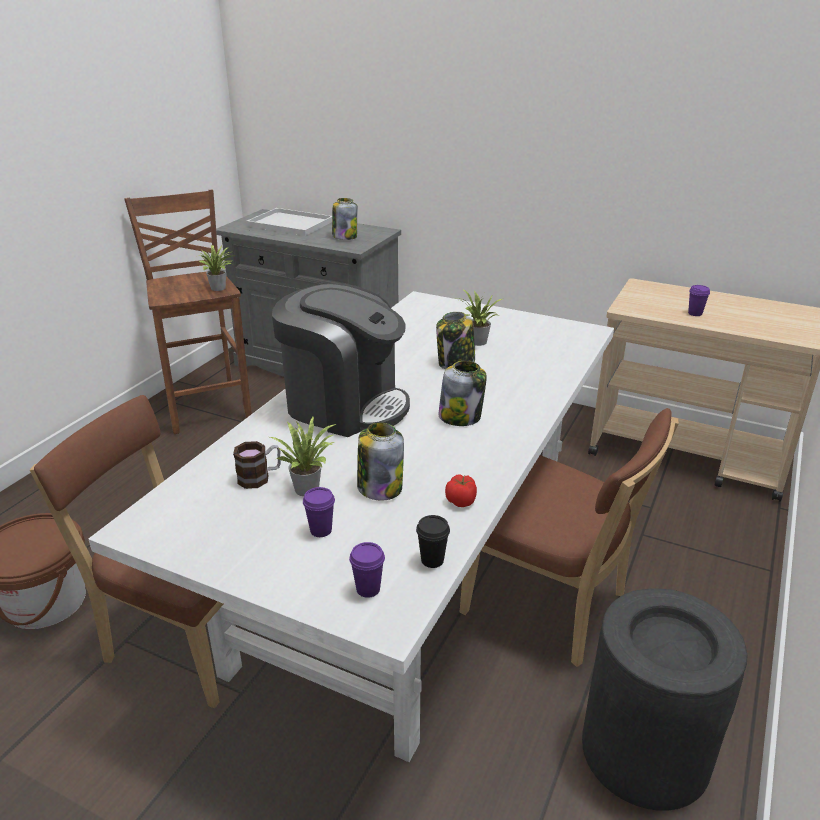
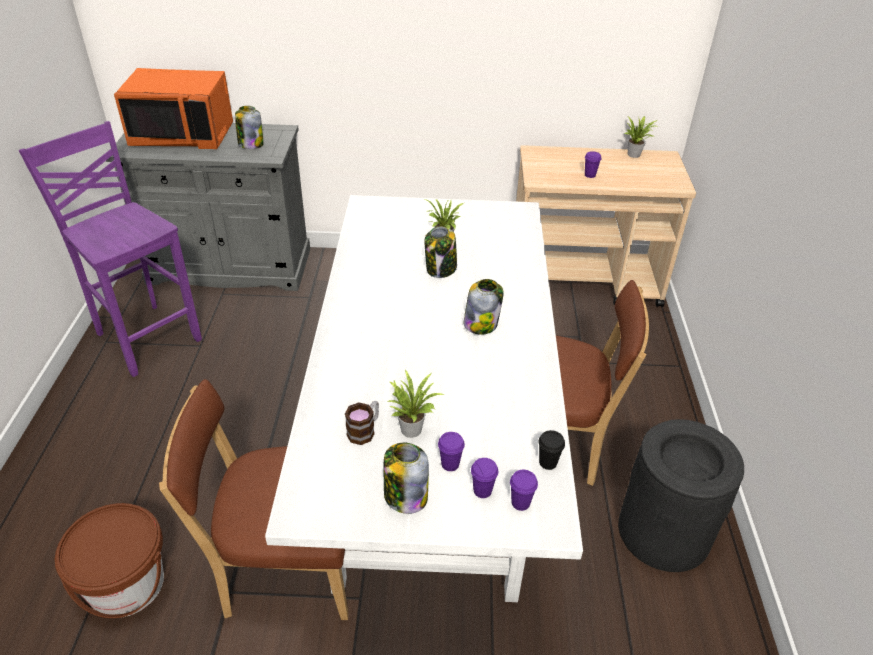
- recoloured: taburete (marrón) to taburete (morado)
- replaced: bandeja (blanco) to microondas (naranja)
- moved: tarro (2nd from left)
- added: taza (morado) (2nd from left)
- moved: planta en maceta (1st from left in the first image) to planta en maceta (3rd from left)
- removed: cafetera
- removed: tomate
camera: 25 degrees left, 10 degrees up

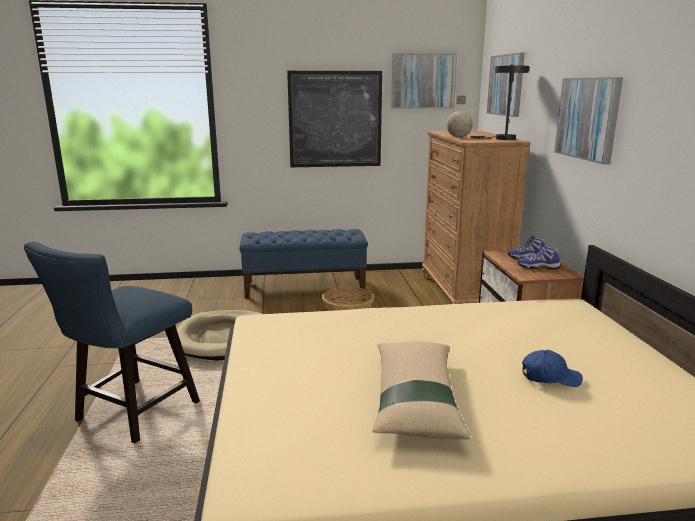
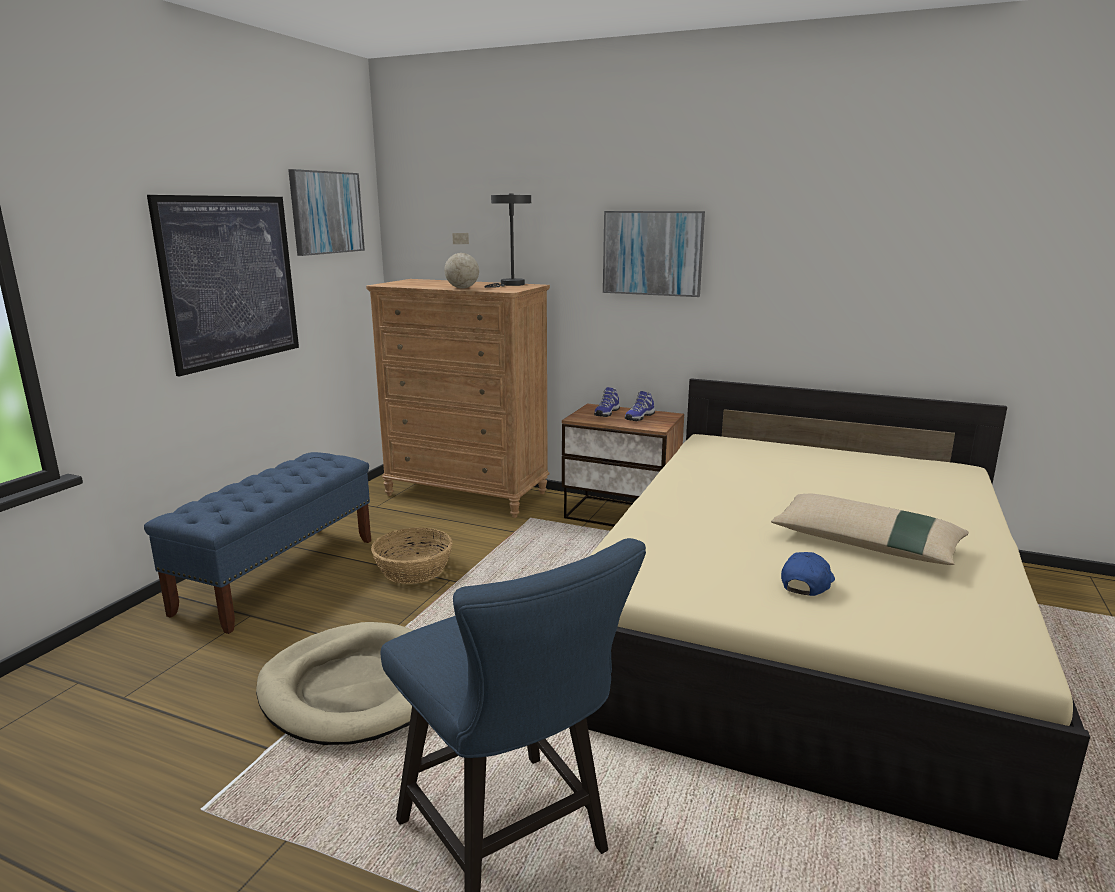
- moved: gorra (azul)
- removed: cuadro (3rd from left)
camera: 60 degrees left, 0 degrees up

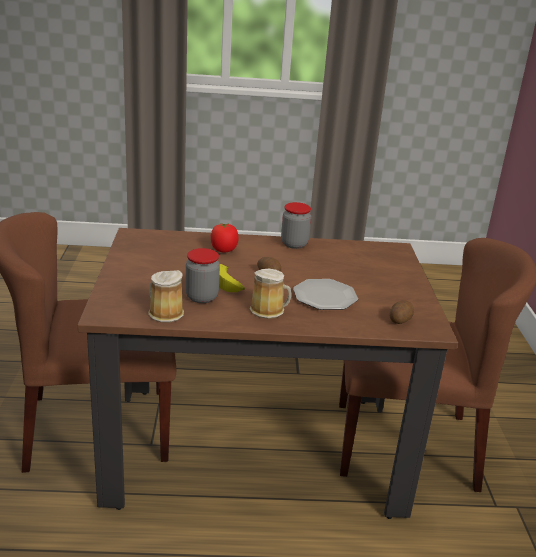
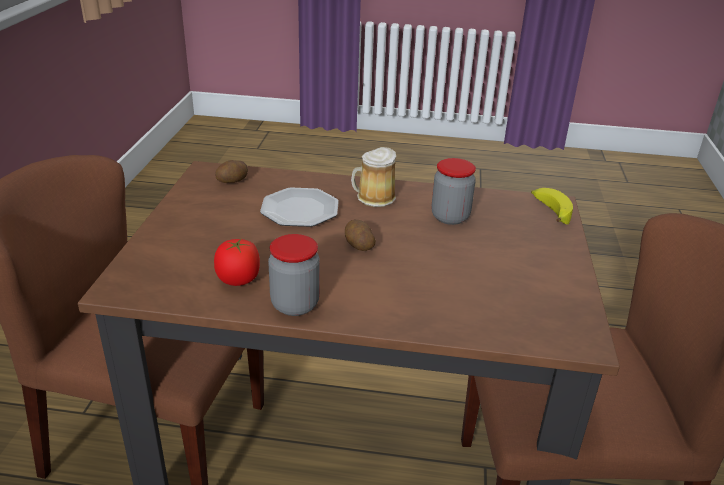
- moved: tomate
- moved: plátano
- removed: taza grande (1st from left)
camera: 170 degrees left, 5 degrees up

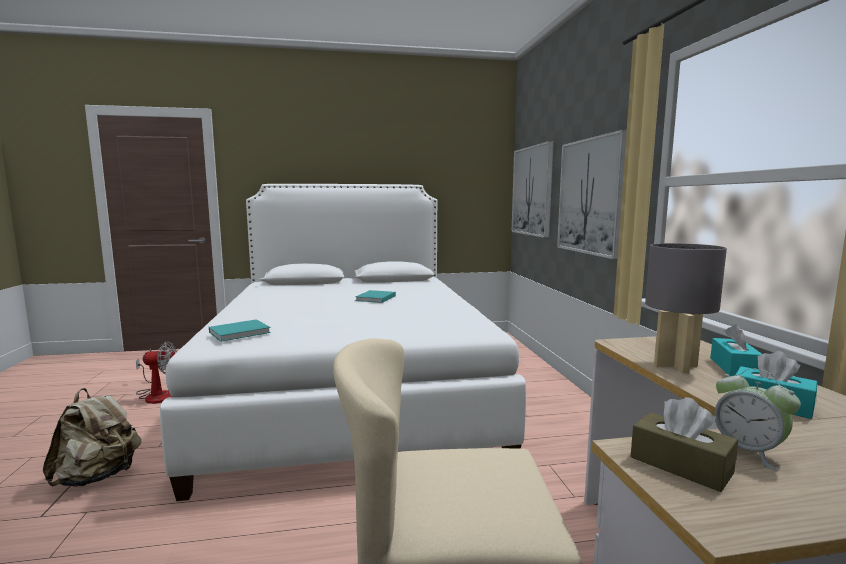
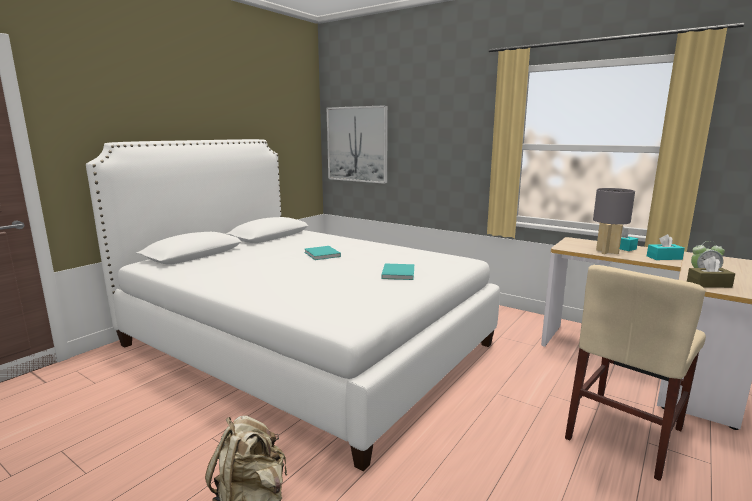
- moved: libro (turquesa) (1st from left in the first image) to libro (turquesa) (2nd from left)
- removed: ventilador
- removed: cuadro (2nd from left)
camera: 45 degrees left, 5 degrees up

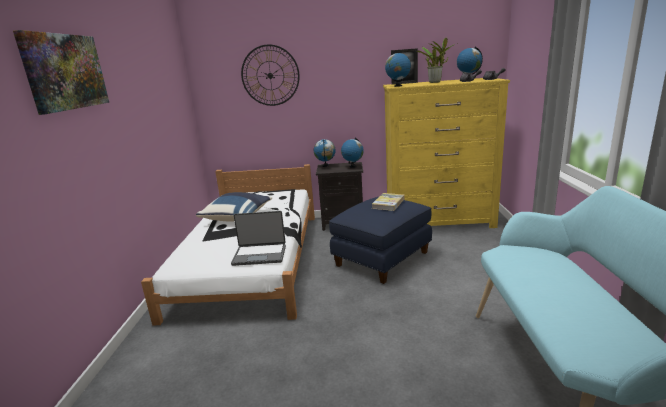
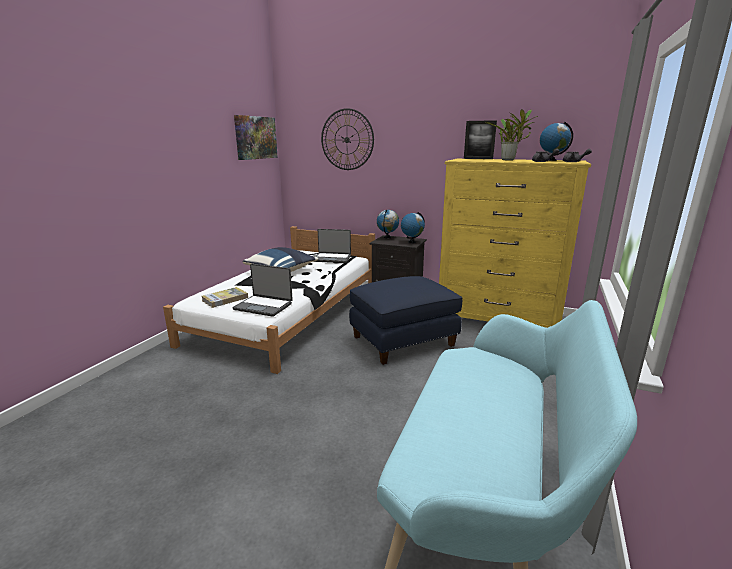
- moved: libro
- moved: cuadro
- added: portátil (2nd from left)
- removed: globo terráqueo (3rd from left)
camera: 20 degrees right, 0 degrees up

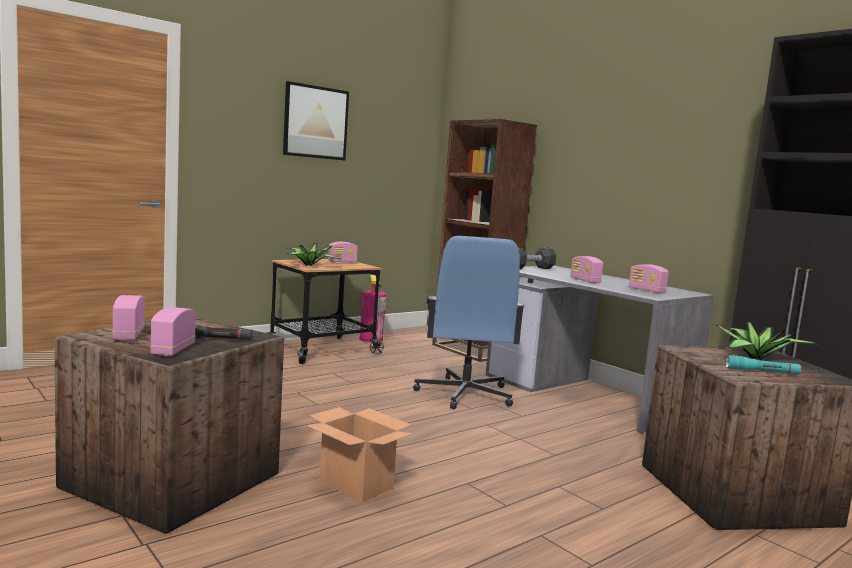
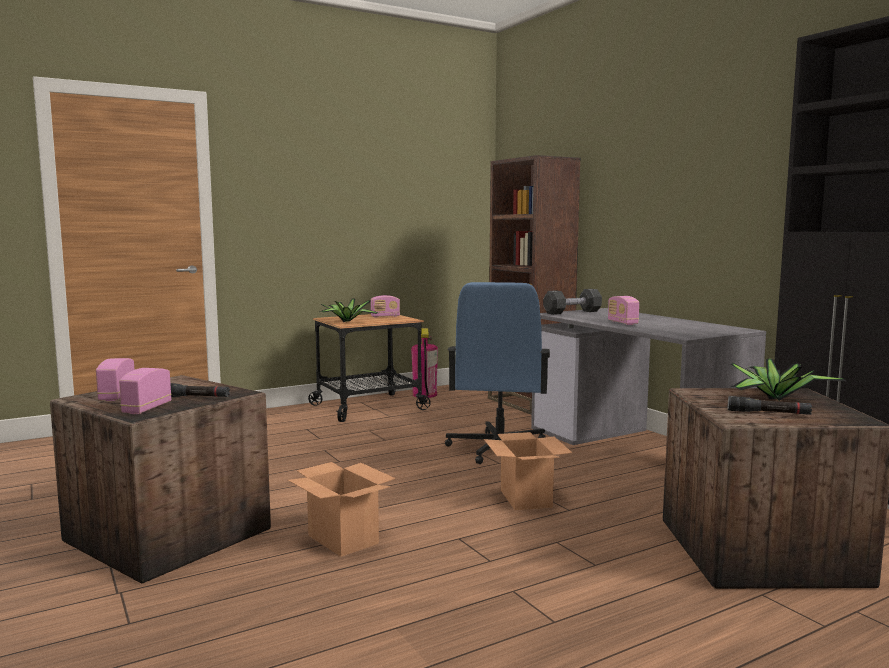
- added: caja de cartón (2nd from left)
- recoloured: linterna (turquesa) to linterna (negro) (2nd from left)
- removed: cuadro
- removed: radio (5th from left)
camera: 10 degrees right, 0 degrees up

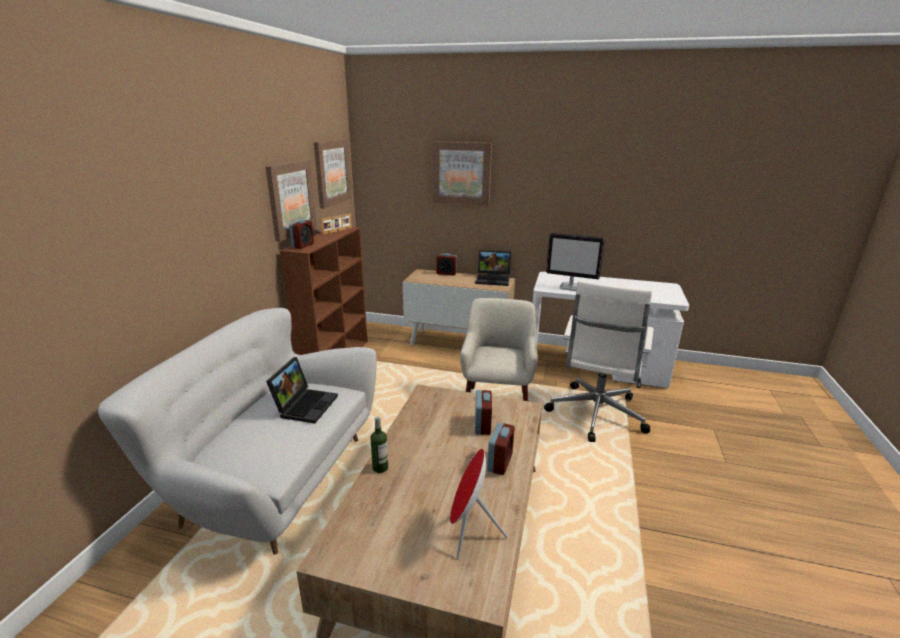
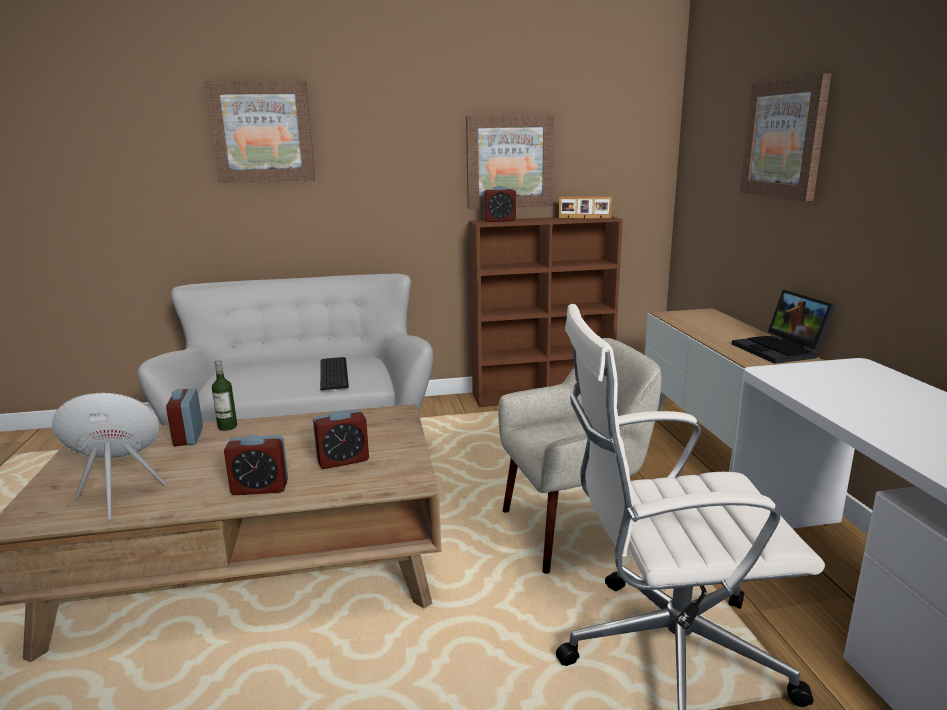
- moved: despertador (2nd from left in the first image) to despertador (1st from left)
- moved: cuadro (2nd from left in the first image) to cuadro (1st from left)
- replaced: portátil (1st from left) to teclado
- removed: monitor
camera: 65 degrees right, 5 degrees down

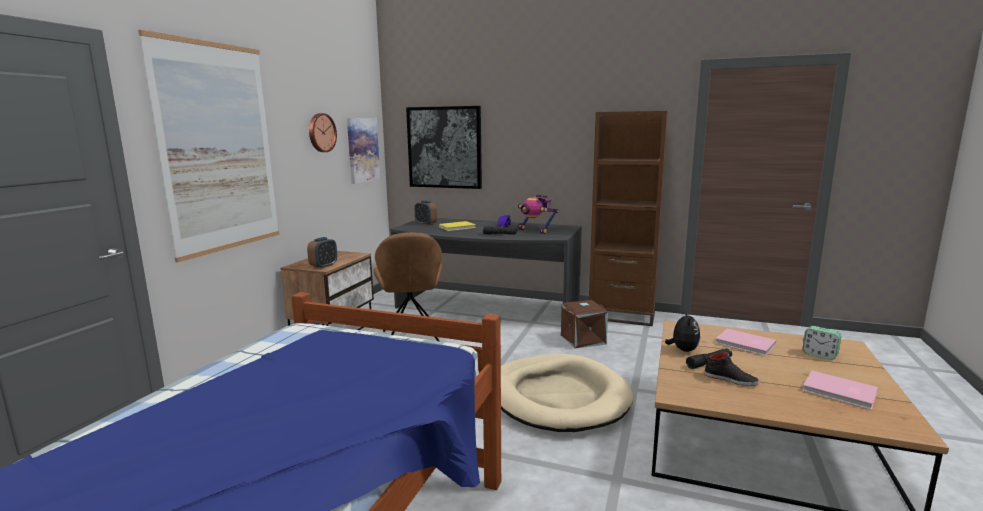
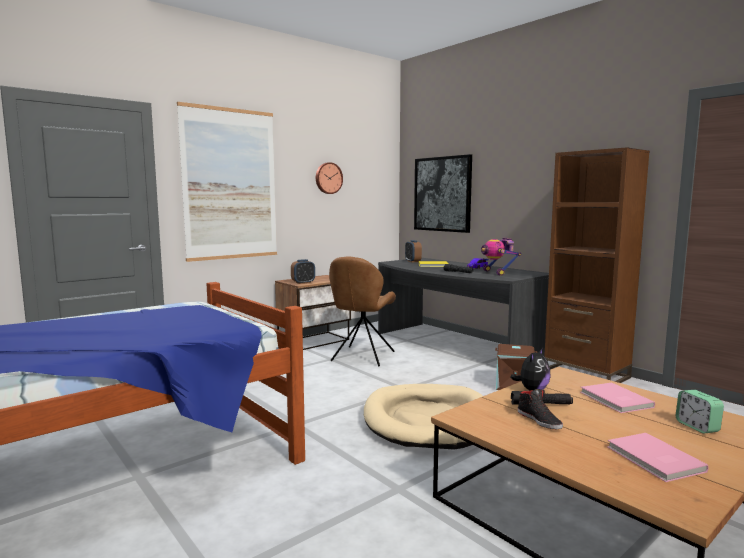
- removed: cuadro (2nd from left)
camera: 30 degrees right, 5 degrees down

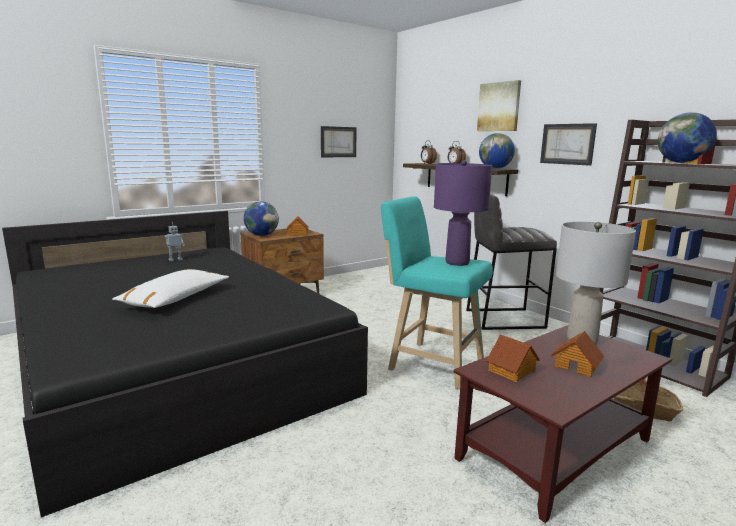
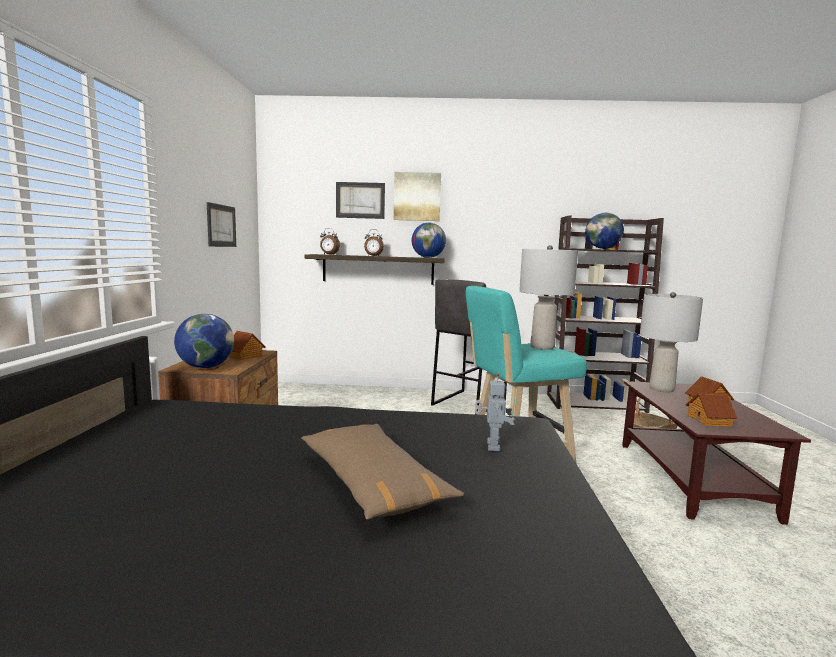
- recoloured: cojín (blanco) to cojín (marrón)
- moved: cuadro (3rd from left in the first image) to cuadro (2nd from left)
- moved: robot de juguete
- recoloured: lámpara de mesa (morado) to lámpara de mesa (gris) (1st from left)
camera: 50 degrees left, 5 degrees down

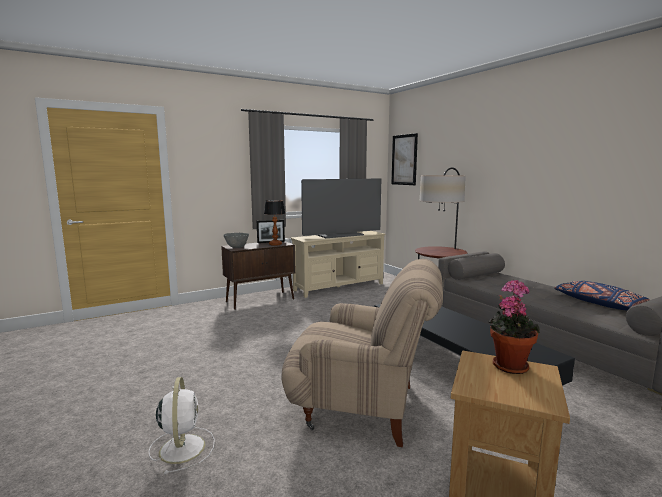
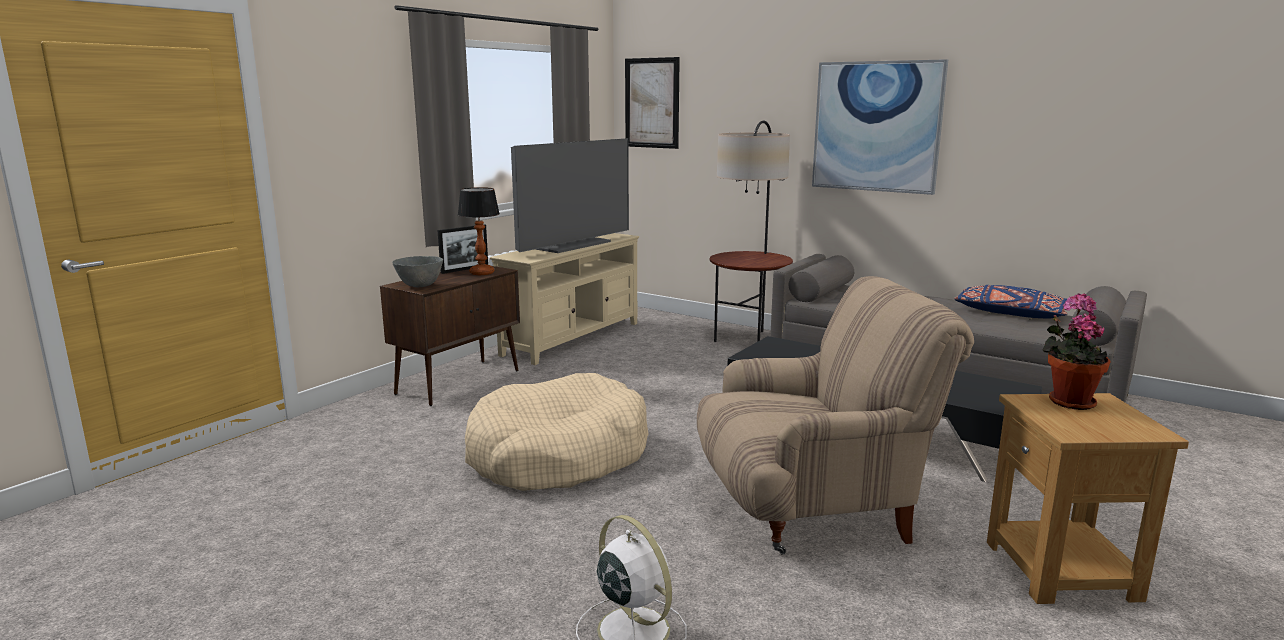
- added: cama para perro (beis)
- added: cuadro (2nd from left)
camera: 25 degrees left, 5 degrees up

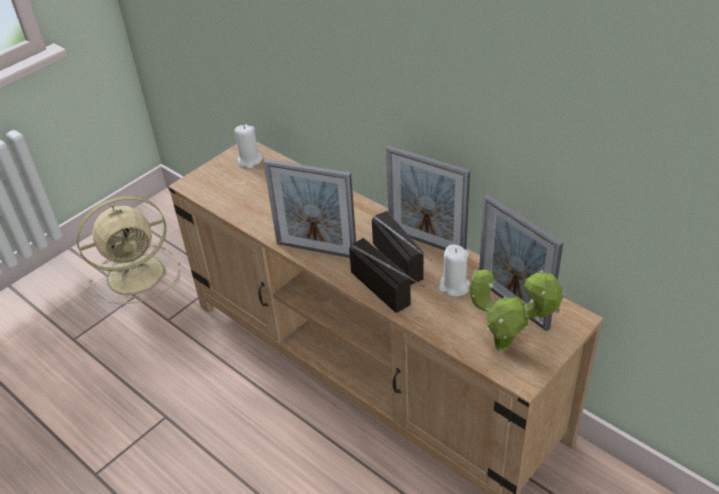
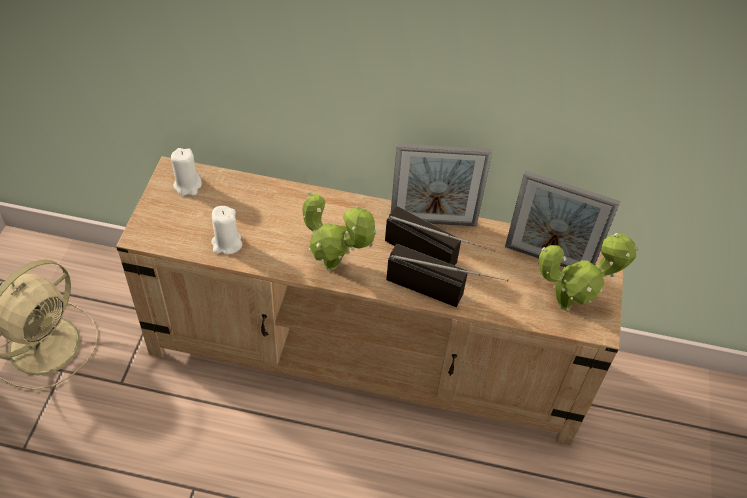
- moved: vela (blanco) (2nd from left)
- replaced: portarretratos (1st from left) to planta en maceta (1st from left)
camera: 35 degrees left, 10 degrees up

